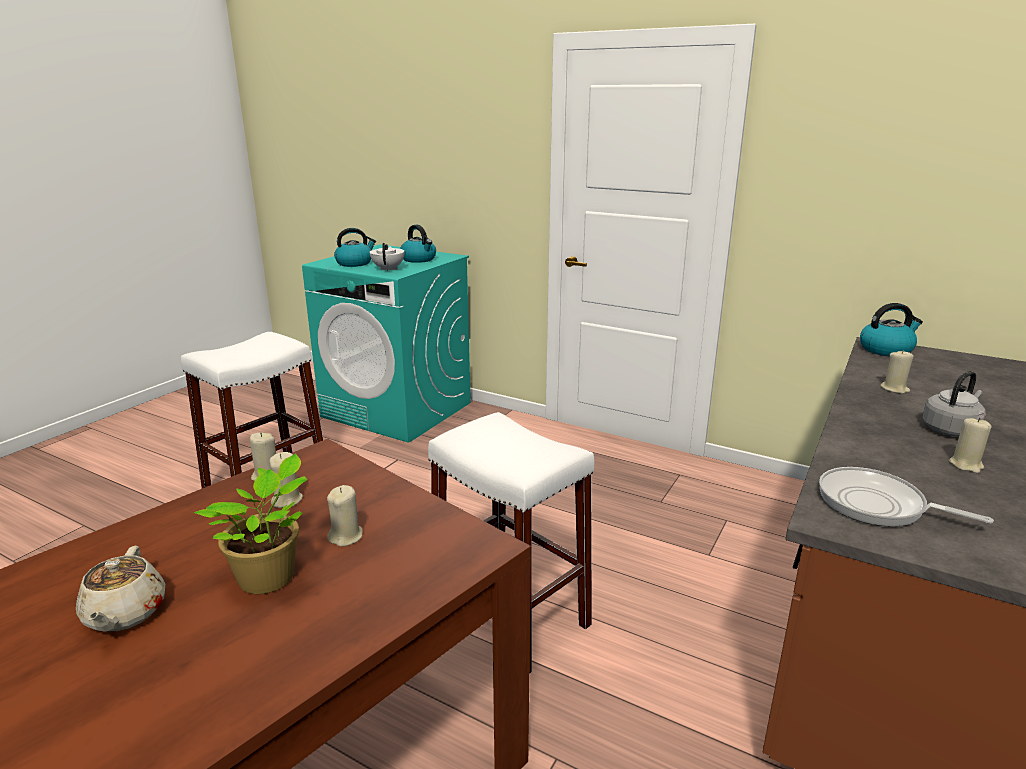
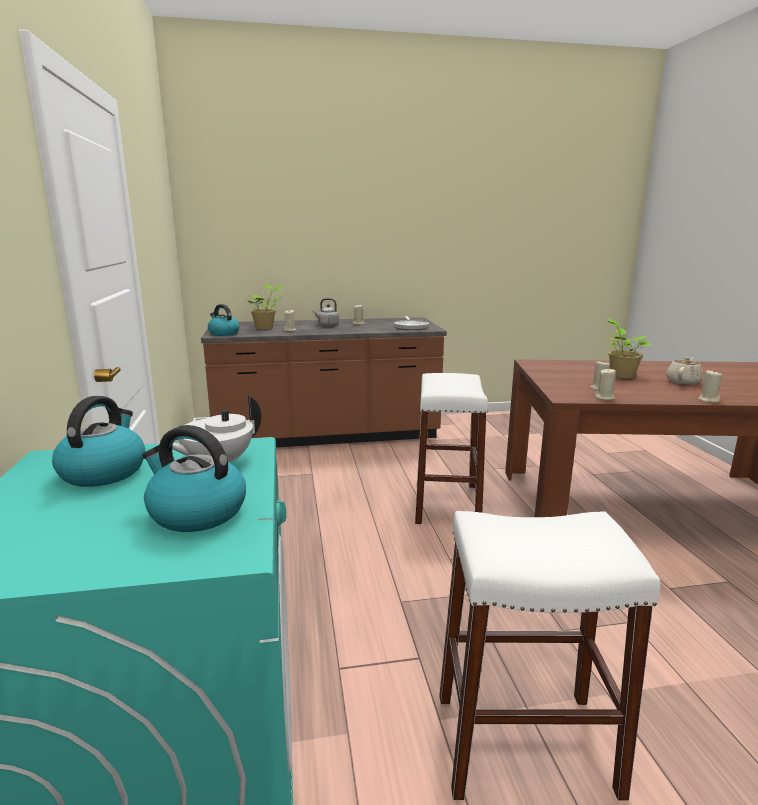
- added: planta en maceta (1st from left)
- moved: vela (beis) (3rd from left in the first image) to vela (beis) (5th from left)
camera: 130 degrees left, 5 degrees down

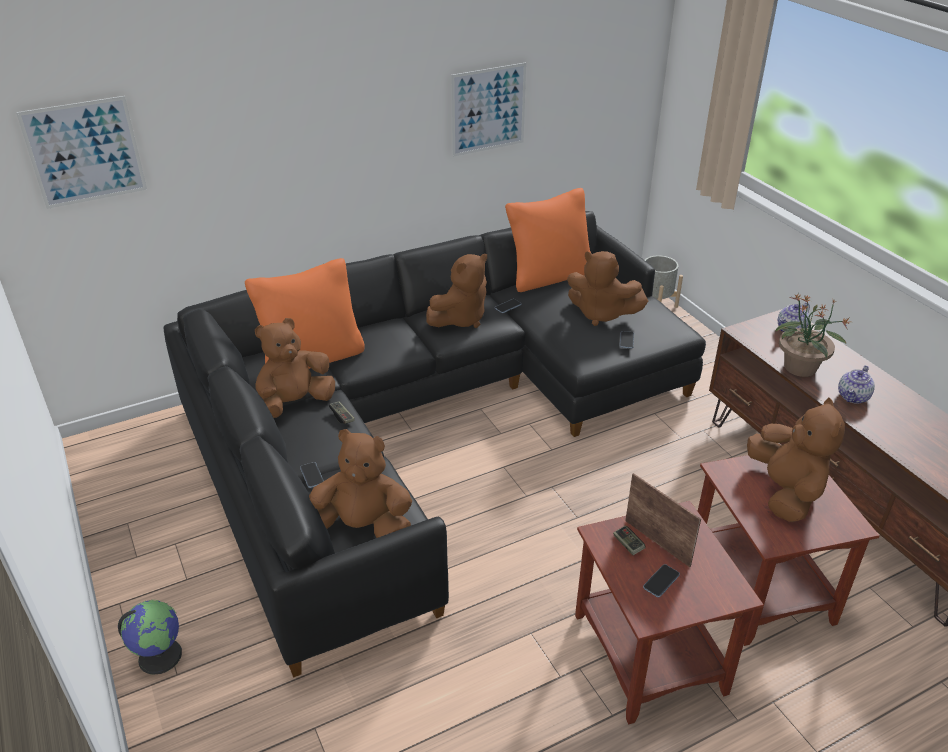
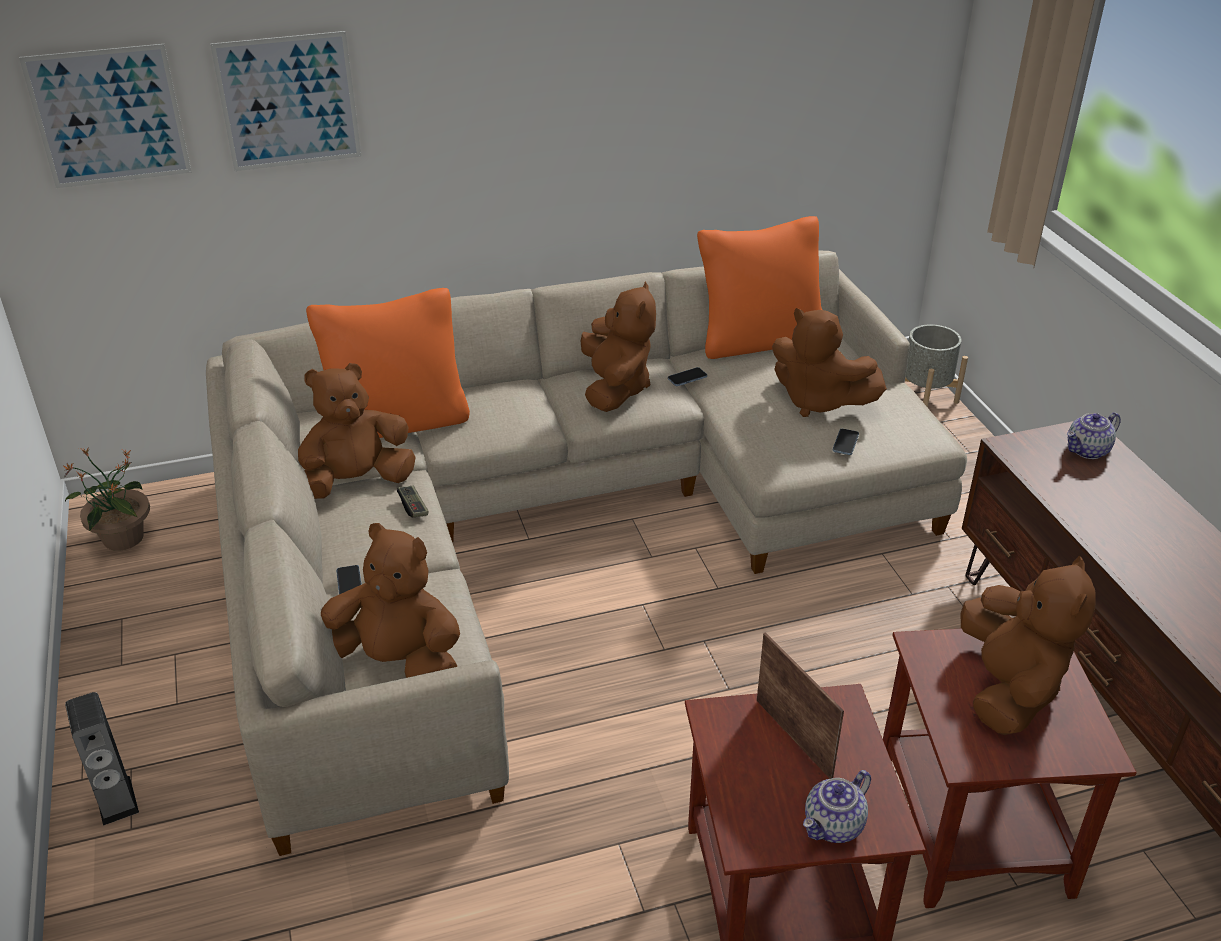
- moved: planta en maceta
- replaced: globo terráqueo to altavoz
- recoloured: sofá (negro) to sofá (beis)
- moved: cuadro (2nd from left)
- turned: peluche (marrón) (3rd from left) 60 degrees counterclockwise
- moved: tetera (2nd from left in the first image) to tetera (1st from left)
- removed: mando de consola (2nd from left)
- removed: móvil (4th from left)
camera: 10 degrees right, 0 degrees up

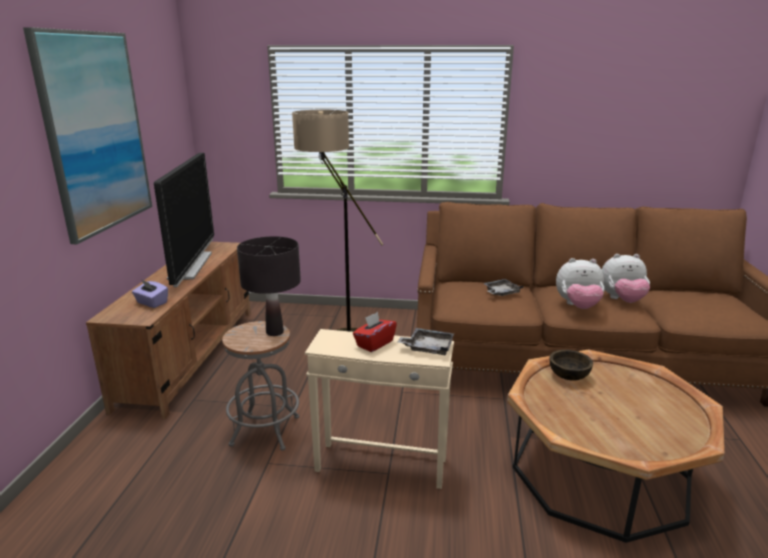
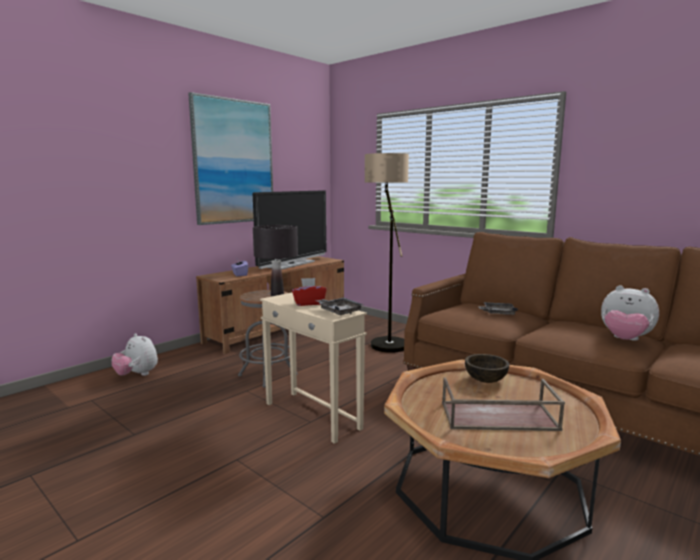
- moved: peluche (1st from left)
- added: bandeja (marrón)
camera: 35 degrees right, 10 degrees down

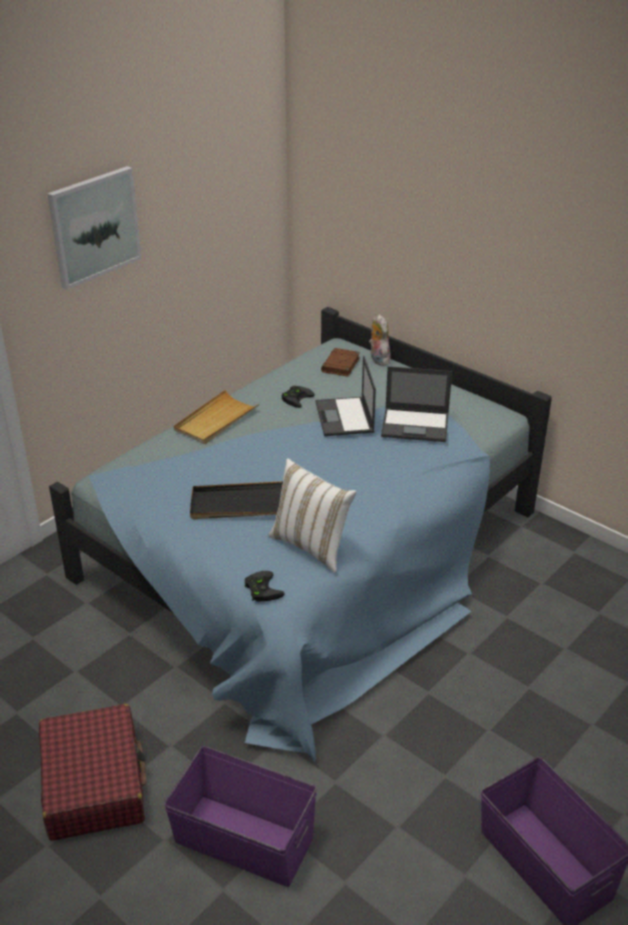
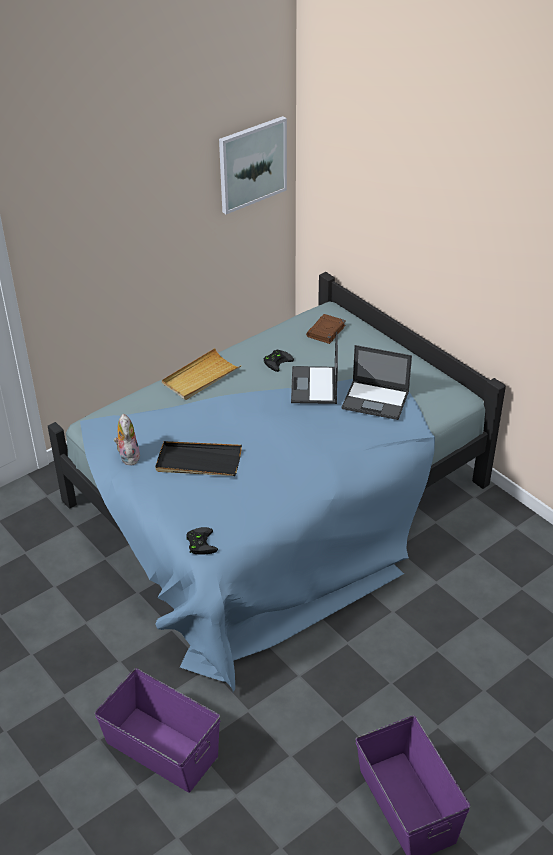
- moved: peluche
- moved: cuadro
- removed: maleta (rojo)
- removed: cojín (blanco)
camera: 10 degrees right, 5 degrees up

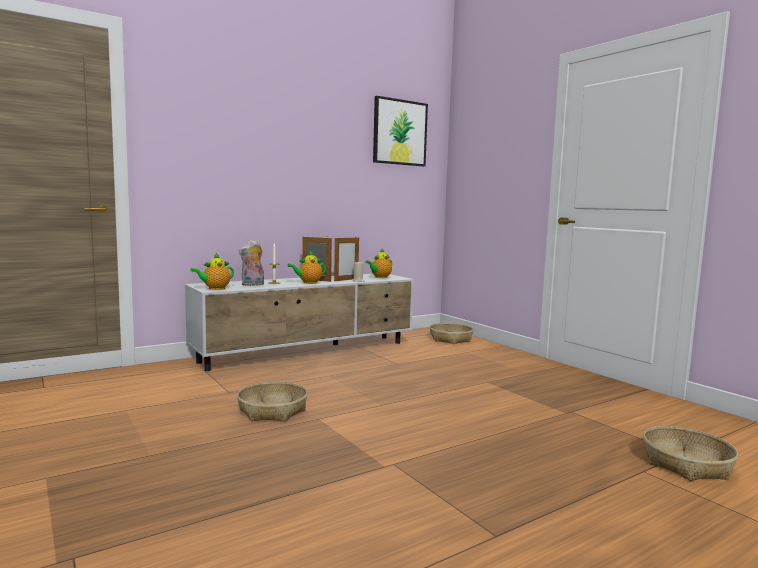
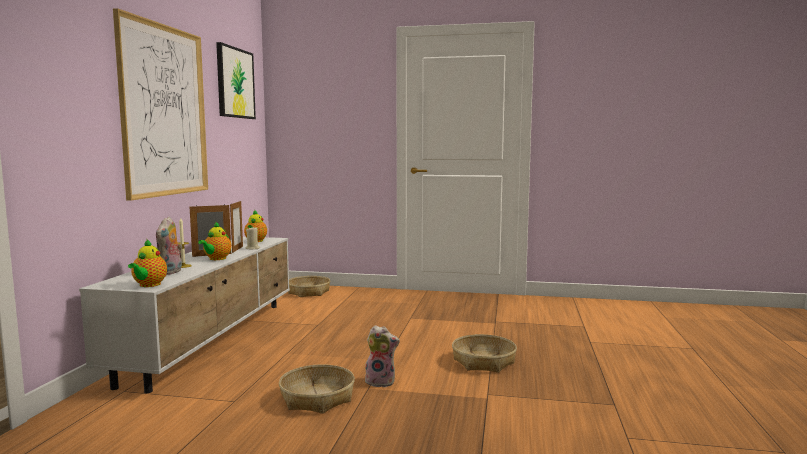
- added: cuadro (1st from left)
- added: peluche (2nd from left)
- moved: cesta (3rd from left)
camera: 45 degrees left, 0 degrees up

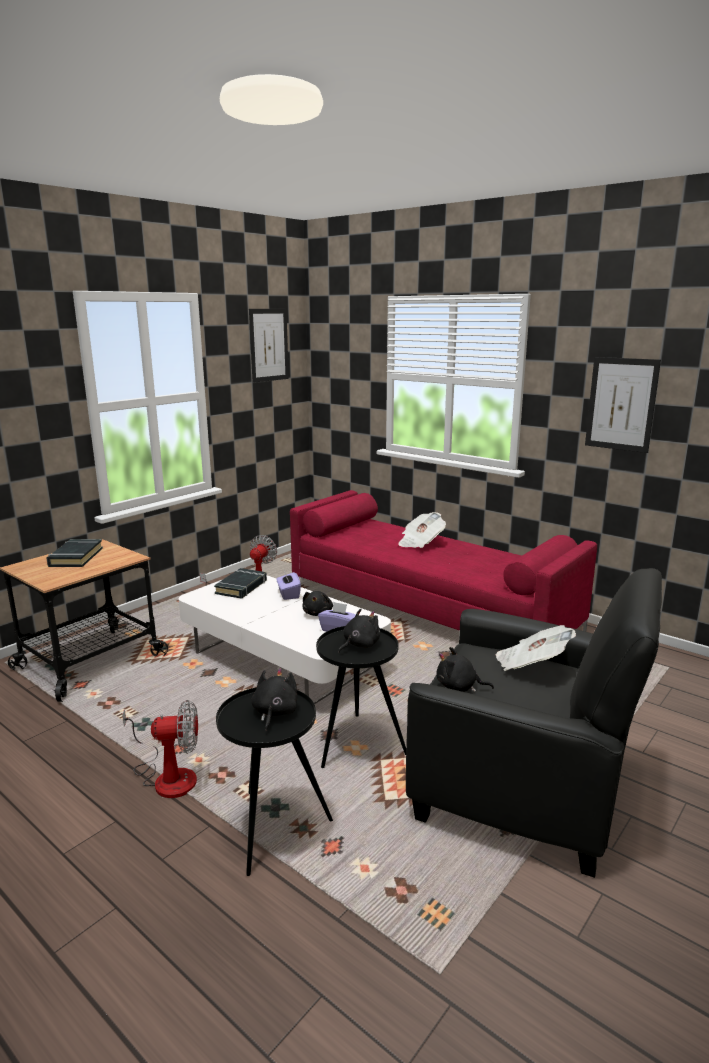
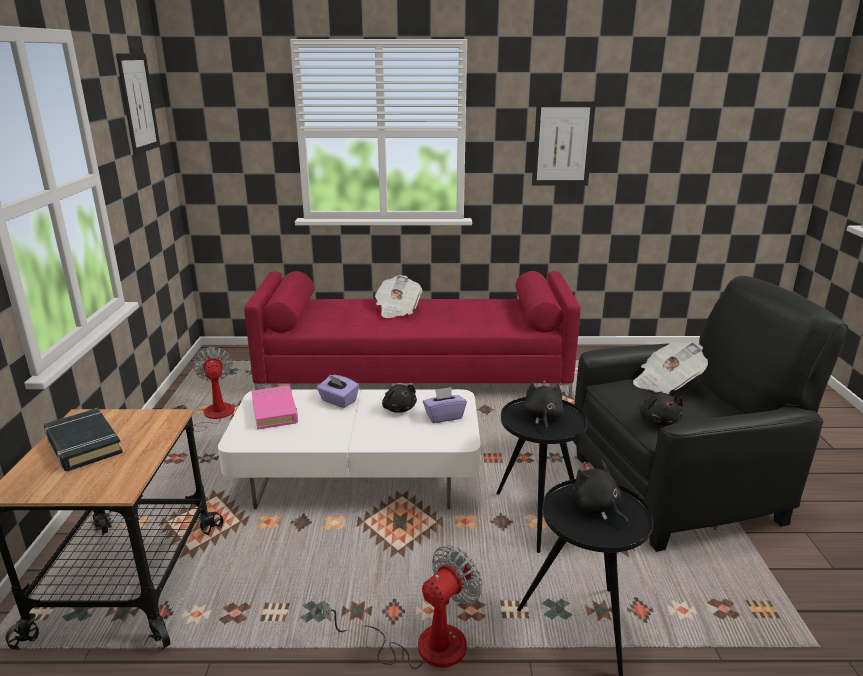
- recoloured: libro (negro) (2nd from left) to libro (rosa)
- turned: peluche (negro) (4th from left) 75 degrees counterclockwise
camera: 40 degrees left, 5 degrees up

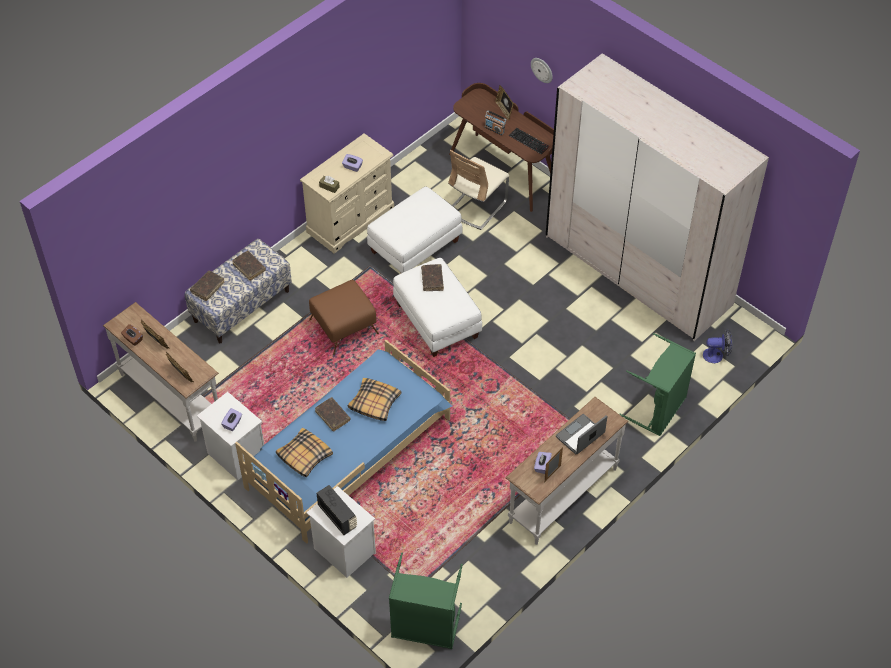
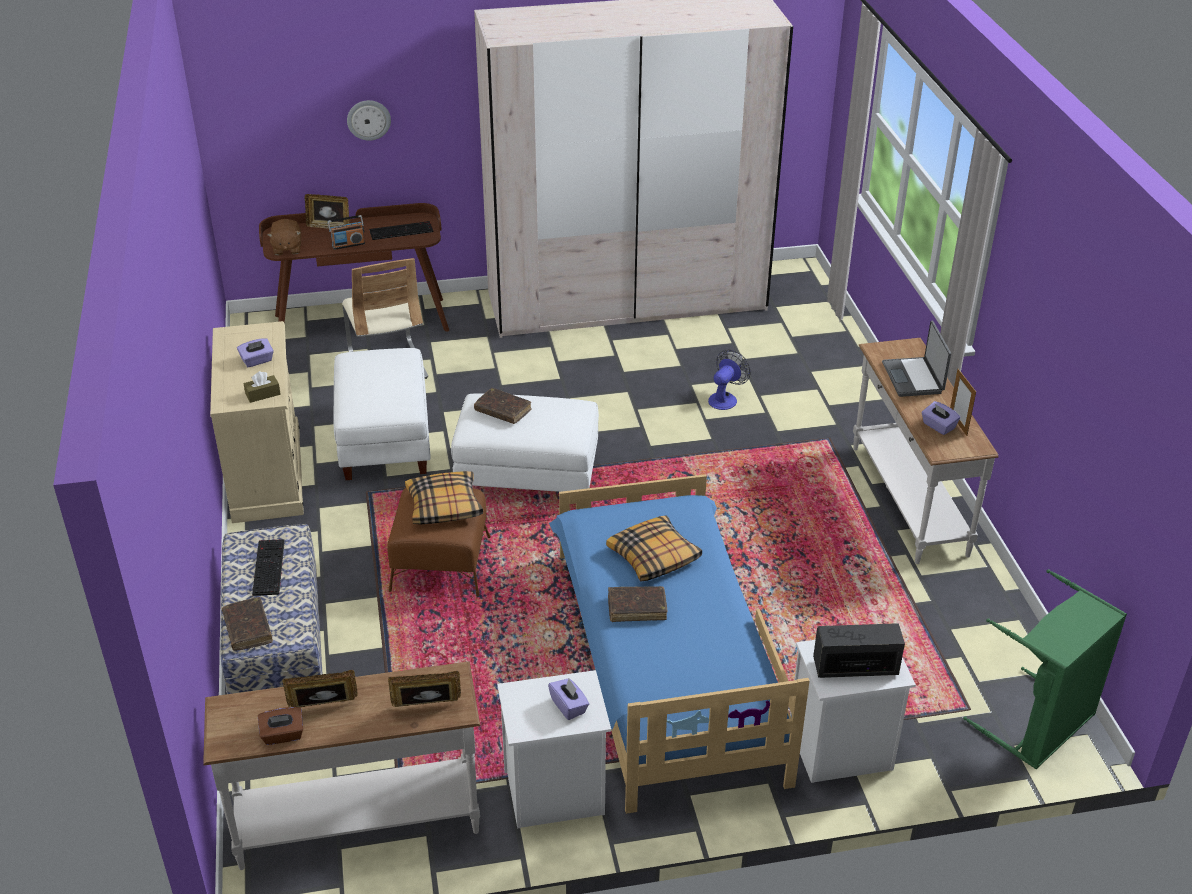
- replaced: libro (marrón) (2nd from left) to teclado (1st from left)
- added: peluche (marrón)
- moved: cojín (1st from left)
- moved: ventilador
- removed: cesto de la ropa (verde) (2nd from left)
camera: 55 degrees left, 15 degrees down

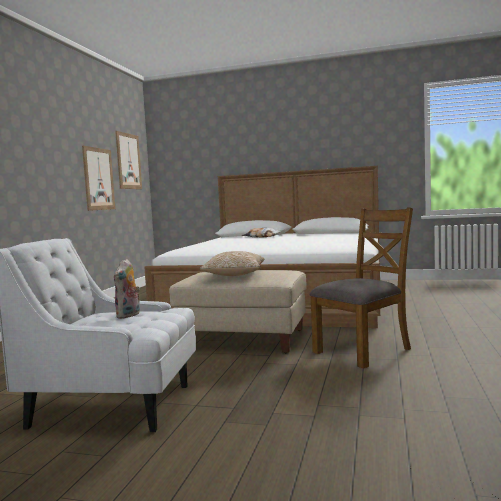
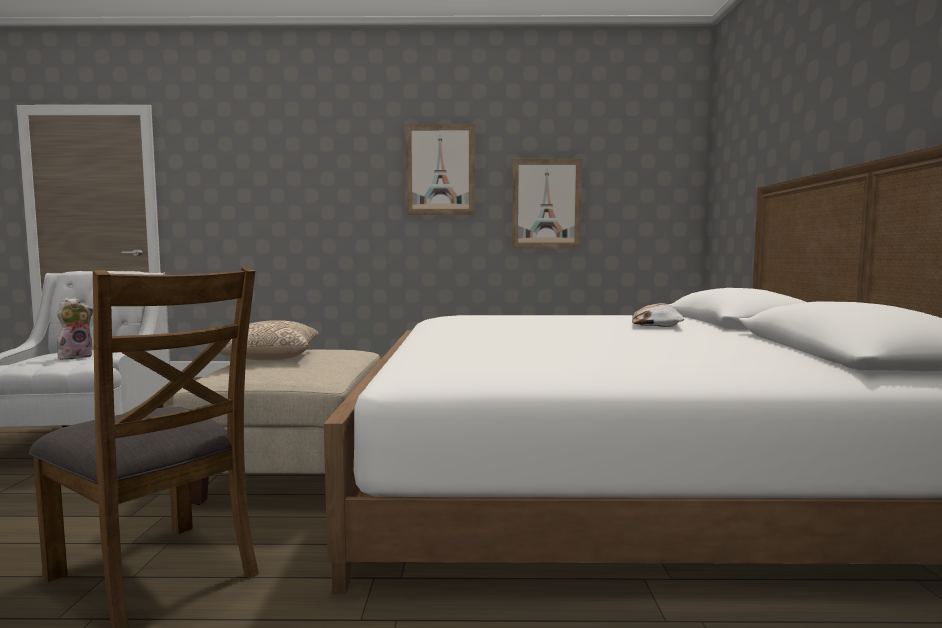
- turned: peluche 120 degrees clockwise
- moved: cuadro (2nd from left in the first image) to cuadro (1st from left)
camera: 75 degrees right, 0 degrees up

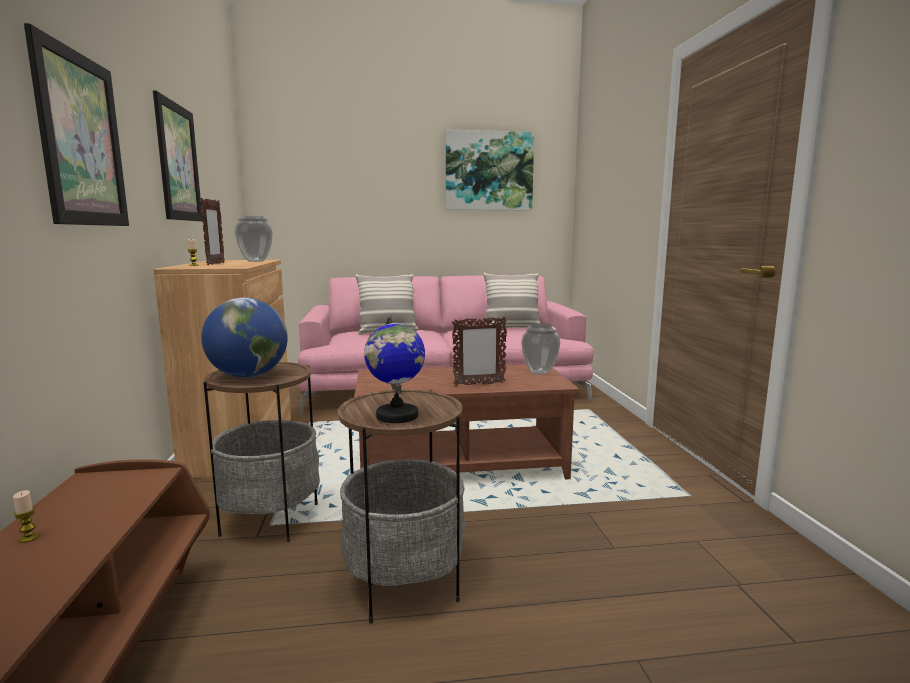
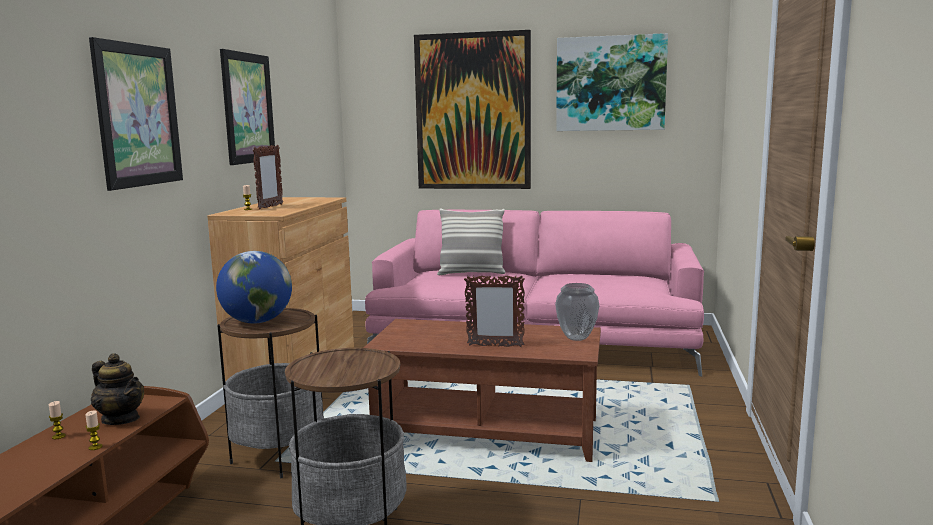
- added: vela (2nd from left)
- added: tetera
- added: cuadro (3rd from left)
- removed: florero (1st from left)
- removed: globo terráqueo (2nd from left)
- removed: cojín (2nd from left)
camera: 20 degrees right, 0 degrees up

